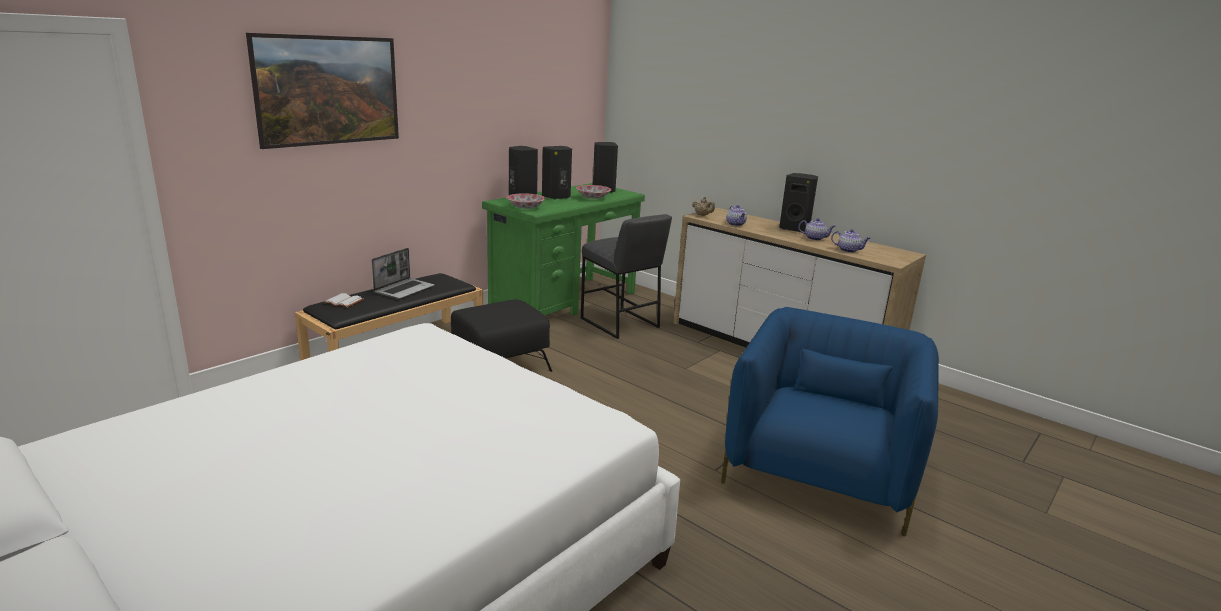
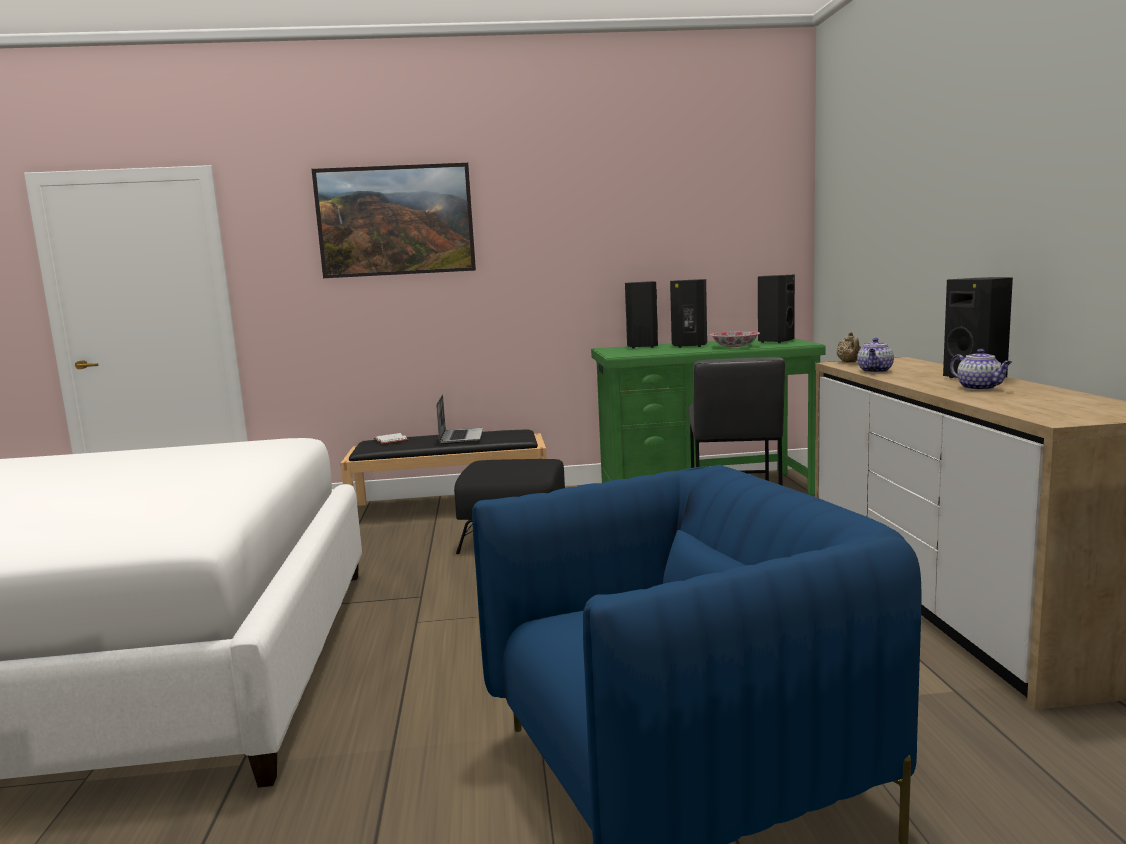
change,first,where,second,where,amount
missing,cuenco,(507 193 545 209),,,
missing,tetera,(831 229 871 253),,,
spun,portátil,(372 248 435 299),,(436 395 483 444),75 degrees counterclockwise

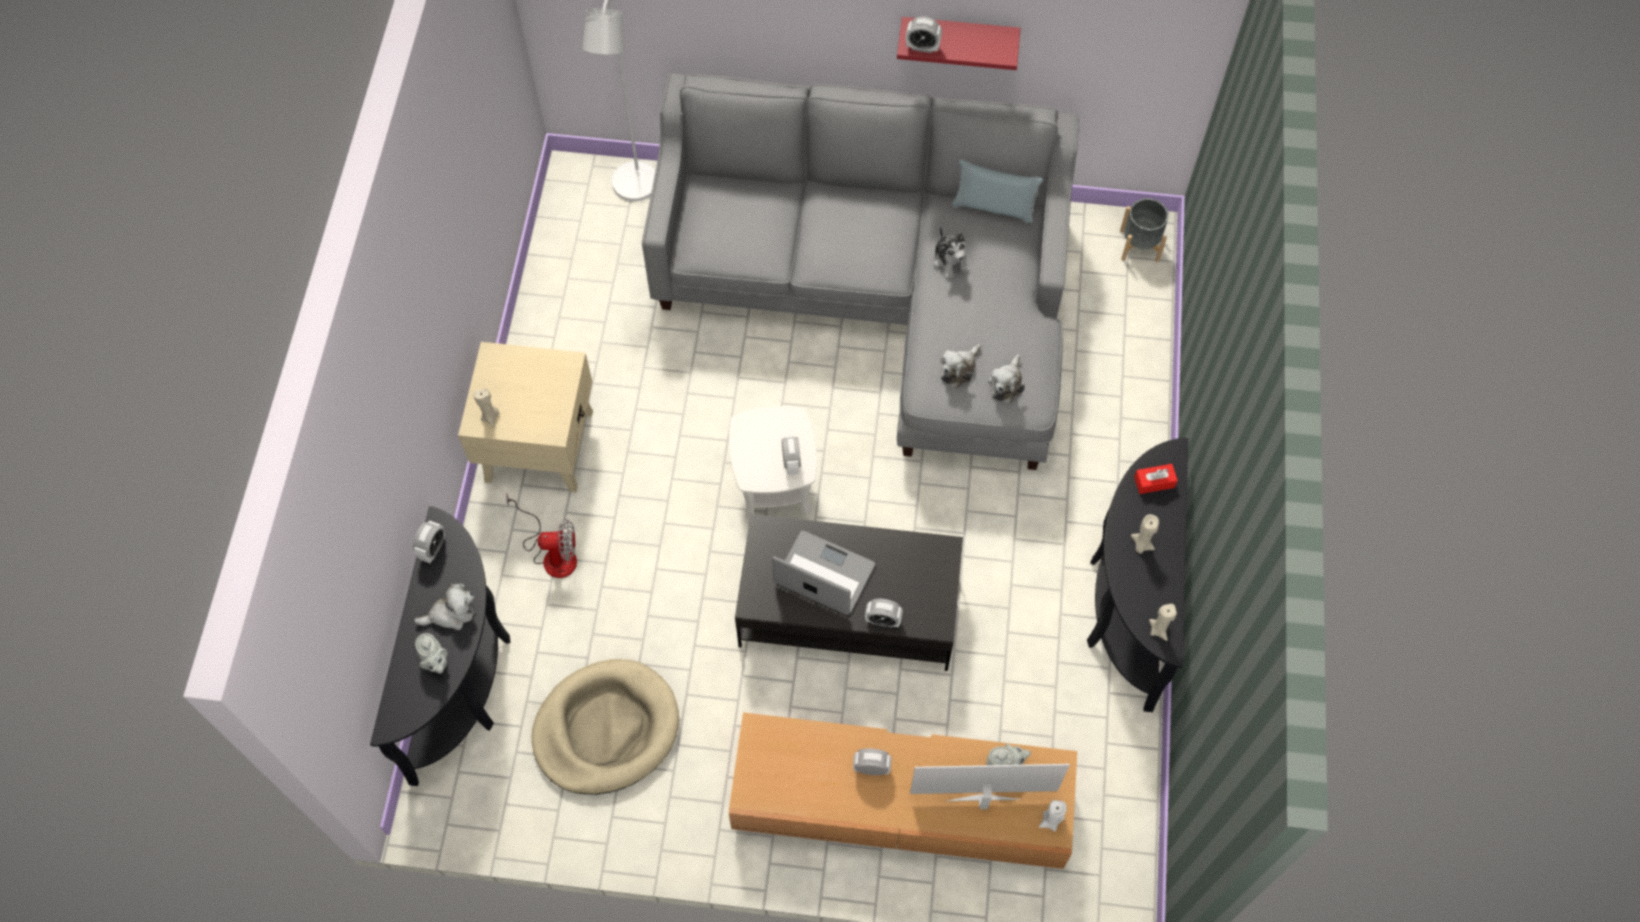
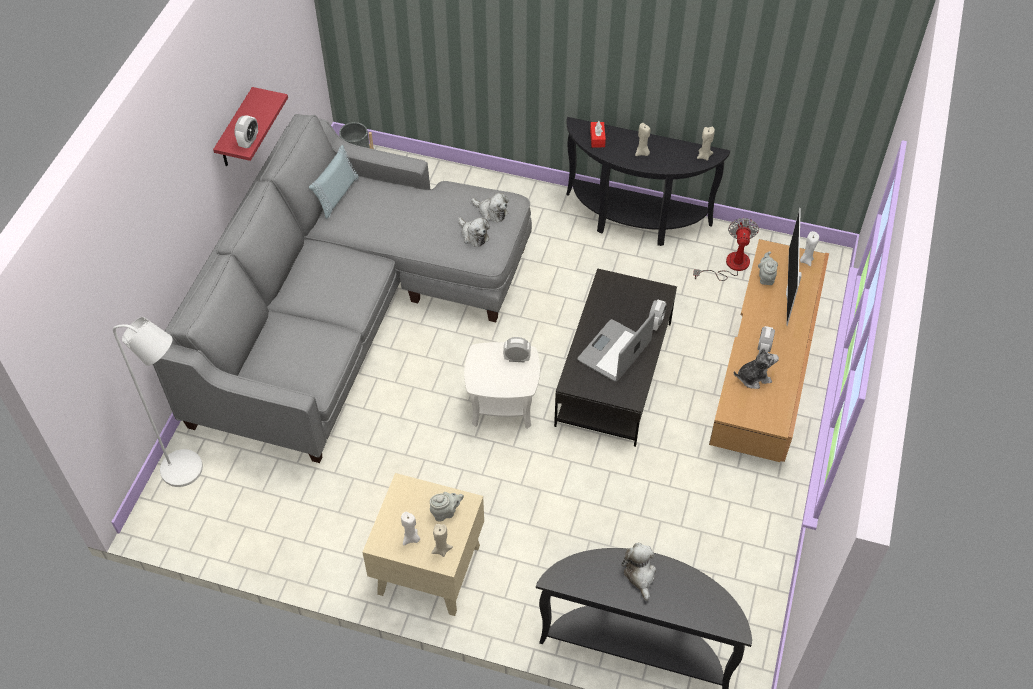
change,first,where,second,where,amount
relocated,peluche,(933 226 970 279),,(734 348 779 389),
relocated,ventilador,(506 494 577 578),,(693 218 759 281),
missing,despertador,(413 521 445 563),,,
relocated,tetera (gris),(415 633 448 674),,(430 492 464 522),
missing,cama para perro (beis),(531 659 679 795),,,
appeared,,,vela (blanco),(401 512 420 546),

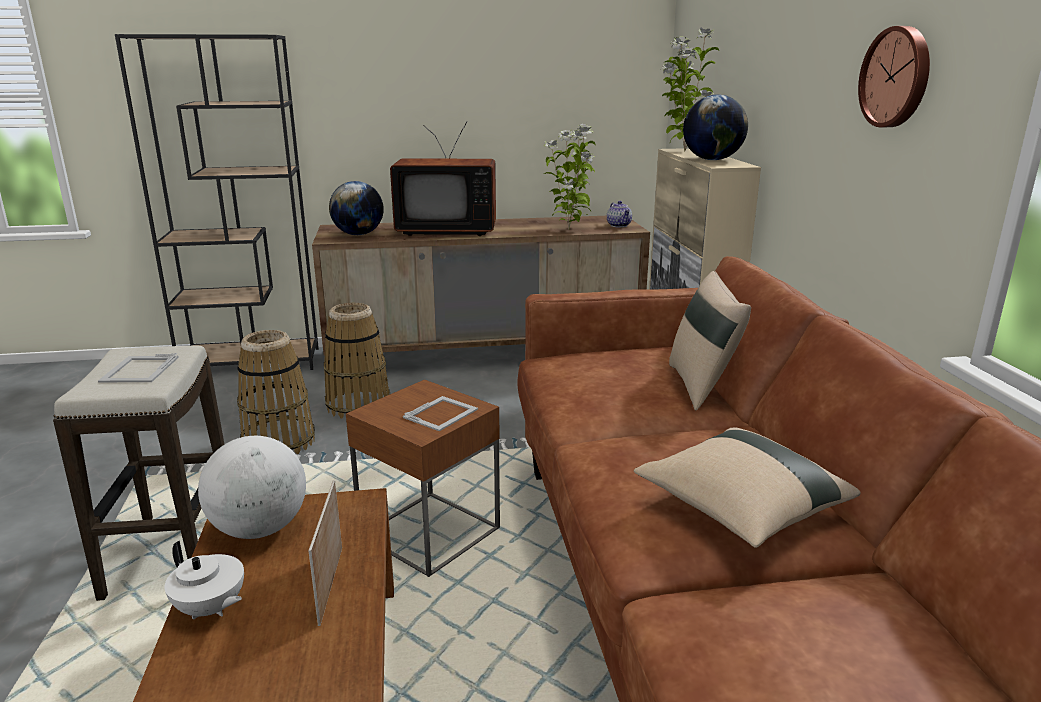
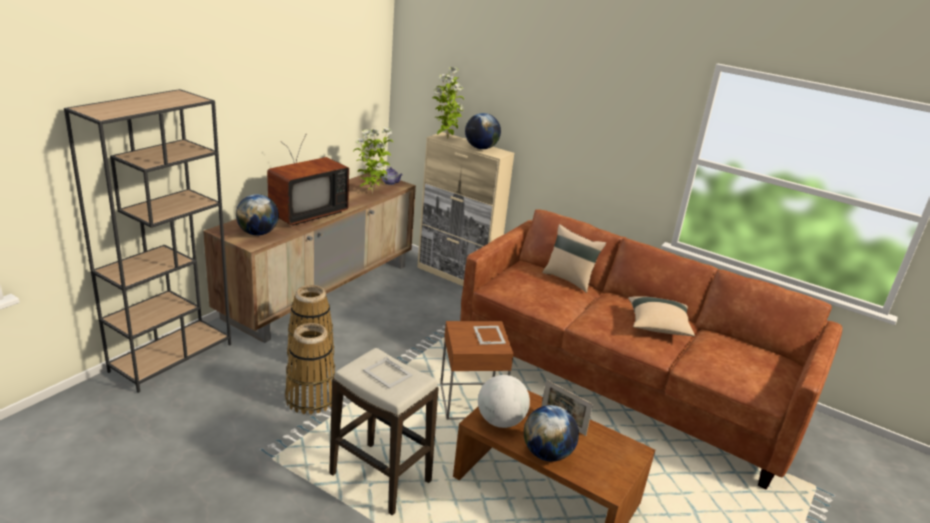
change,first,where,second,where,amount
missing,reloj de pared,(858 26 930 127),,,
exchanged,tetera (blanco),(164 540 244 620),globo terráqueo,(524 405 579 462),

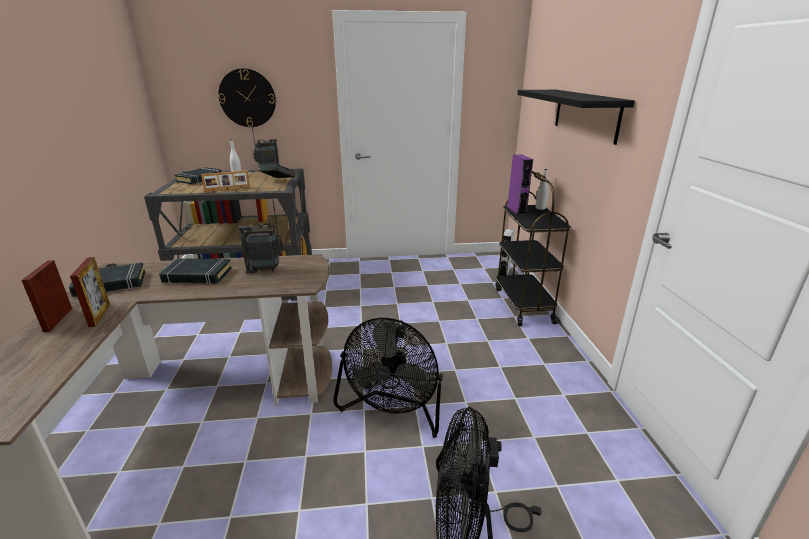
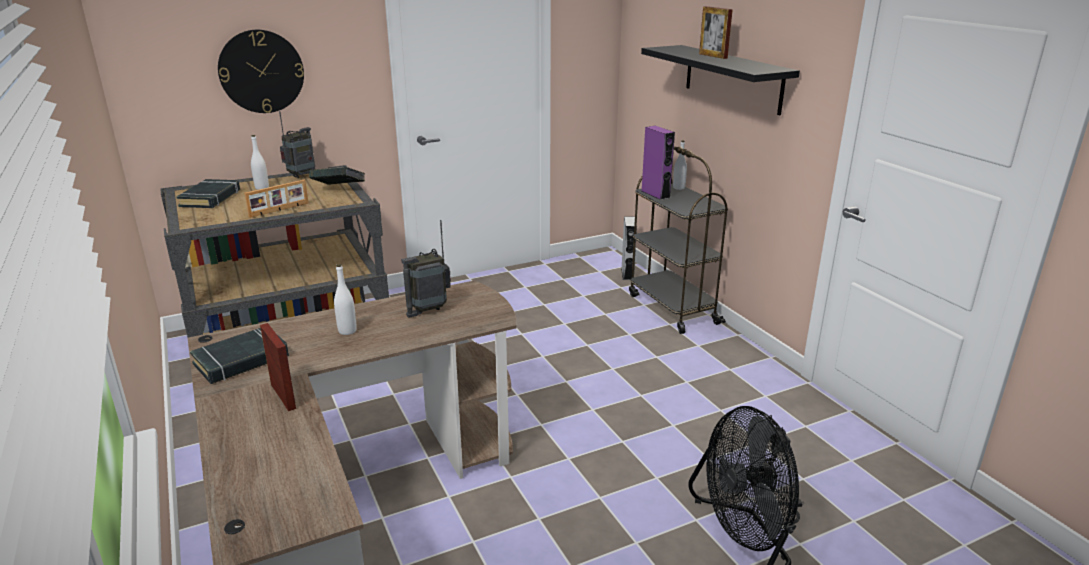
change,first,where,second,where,amount
exchanged,libro (negro),(159 258 232 284),botella (blanco),(334 264 357 335),
relocated,portarretratos,(21 260 72 332),,(699 6 733 59),
missing,ventilador (negro),(333 317 443 438),,,

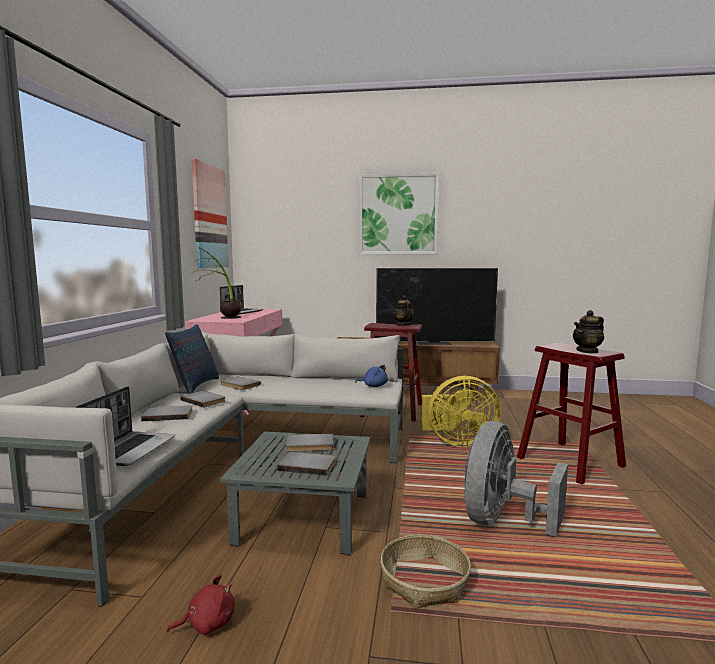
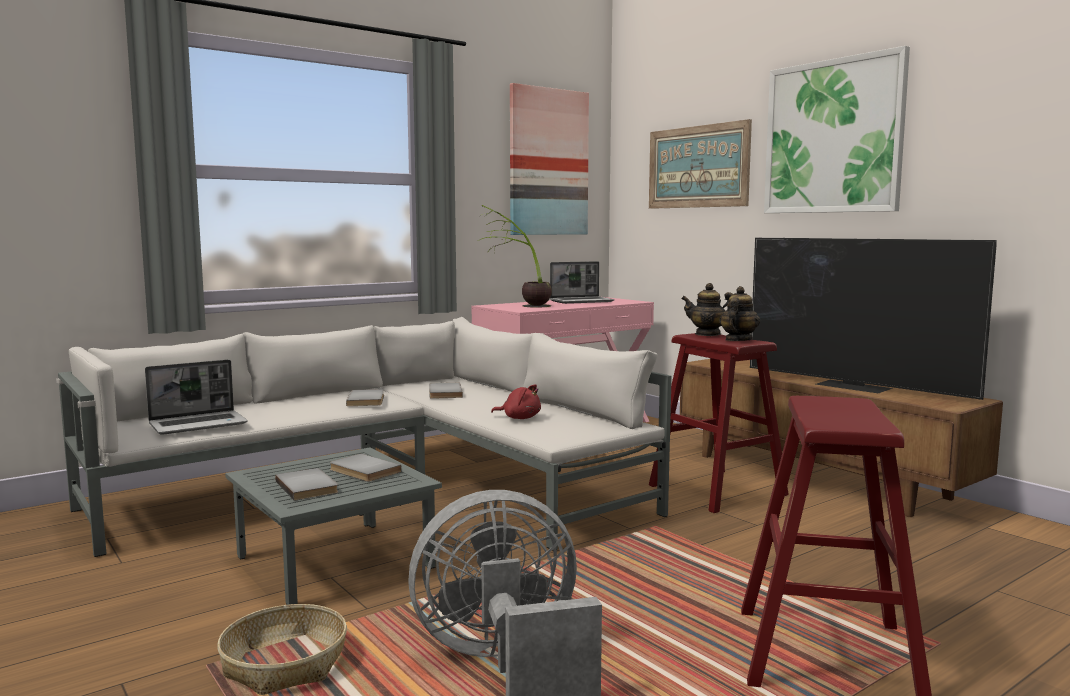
change,first,where,second,where,amount
relocated,tetera,(573 310 604 353),,(681 283 733 336),
missing,cojín (azul),(165 324 219 394),,,
missing,peluche (azul),(355 365 388 387),,,
missing,ventilador (amarillo),(422 376 500 447),,,
missing,libro (gris),(141 405 193 421),,,
relocated,peluche (rojo),(167 574 235 635),,(491 384 541 419),
appeared,,,cuadro,(649 119 752 209),

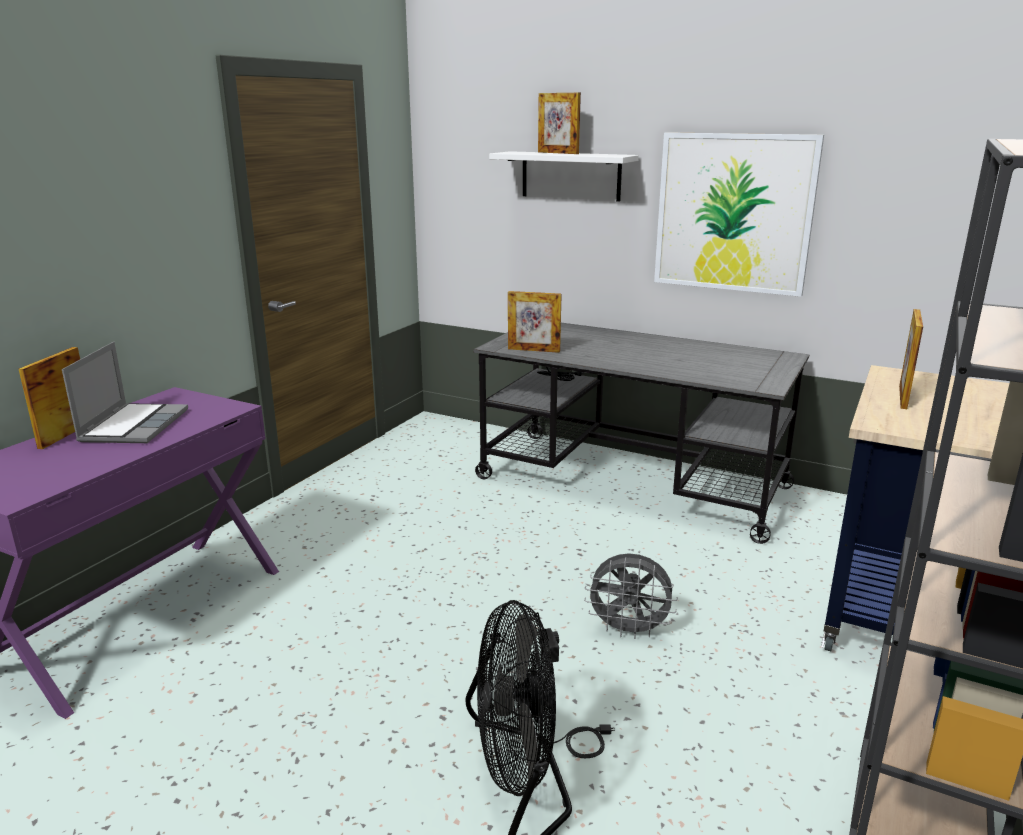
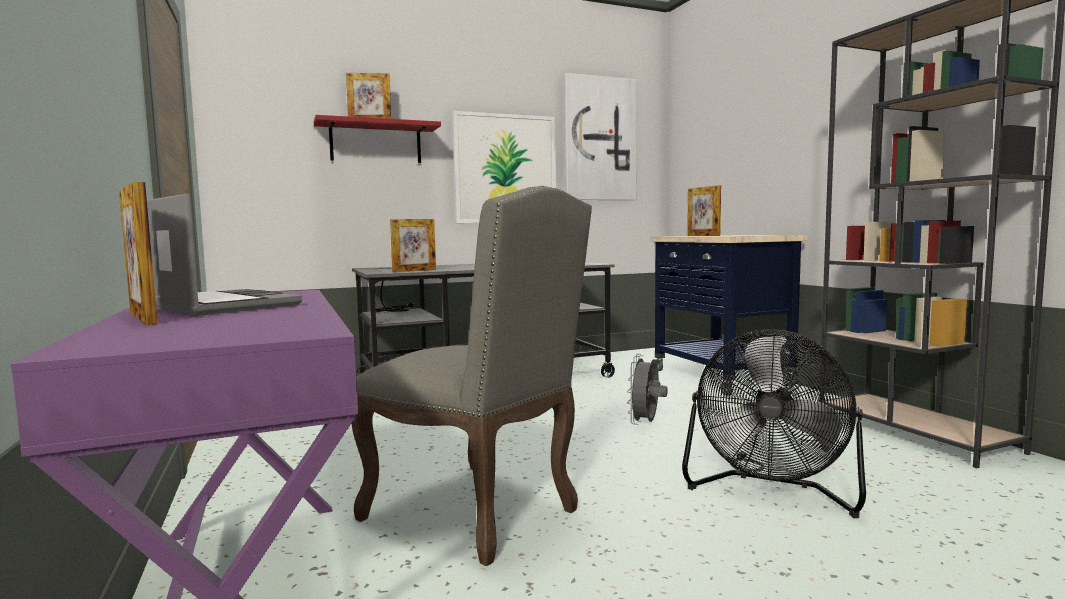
change,first,where,second,where,amount
colour,estante (blanco),(489 151 639 202),estante (rojo),(314 115 441 163),
spun,ventilador (gris),(584 553 678 639),,(627 354 668 425),150 degrees clockwise
appeared,,,cuadro,(564 73 637 200),
appeared,,,silla (gris),(351 186 592 566),

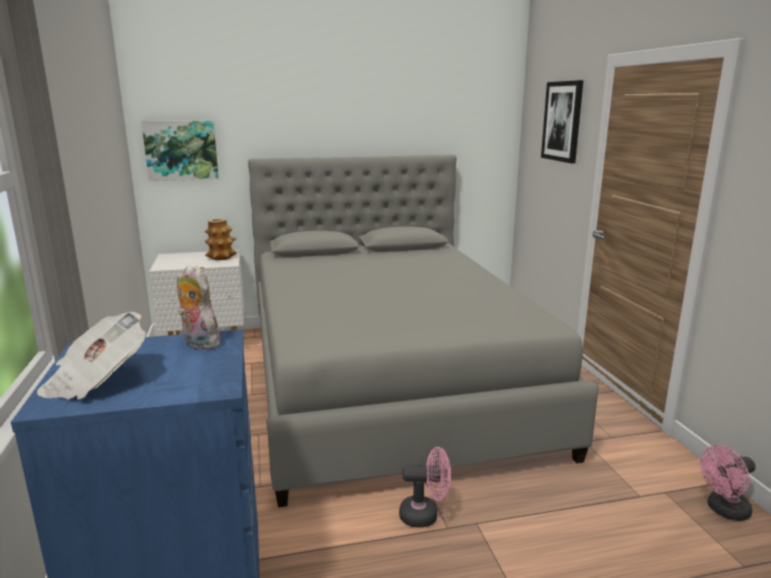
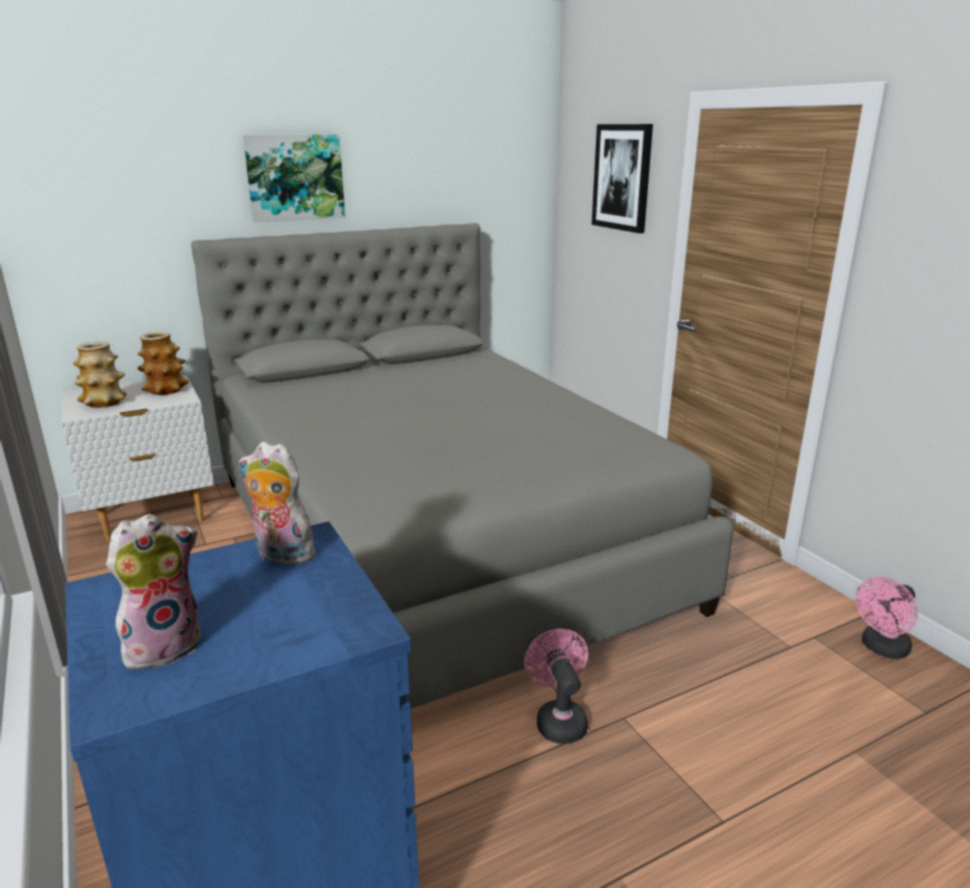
change,first,where,second,where,amount
relocated,cuadro,(141 121 219 181),,(243 134 345 222),
exchanged,periódico,(37 312 146 400),peluche,(106 514 201 673),
spun,ventilador (rosa),(399 447 451 528),,(524 629 588 744),90 degrees counterclockwise
appeared,,,florero,(73 341 127 408),

